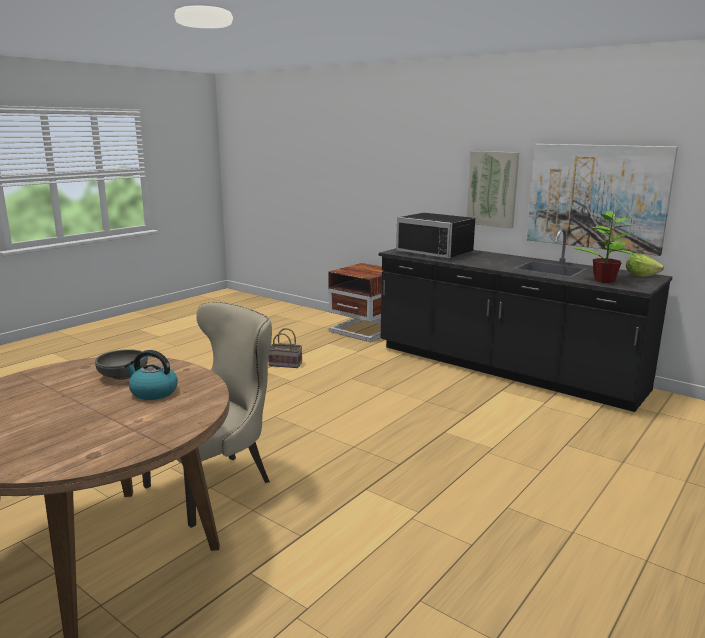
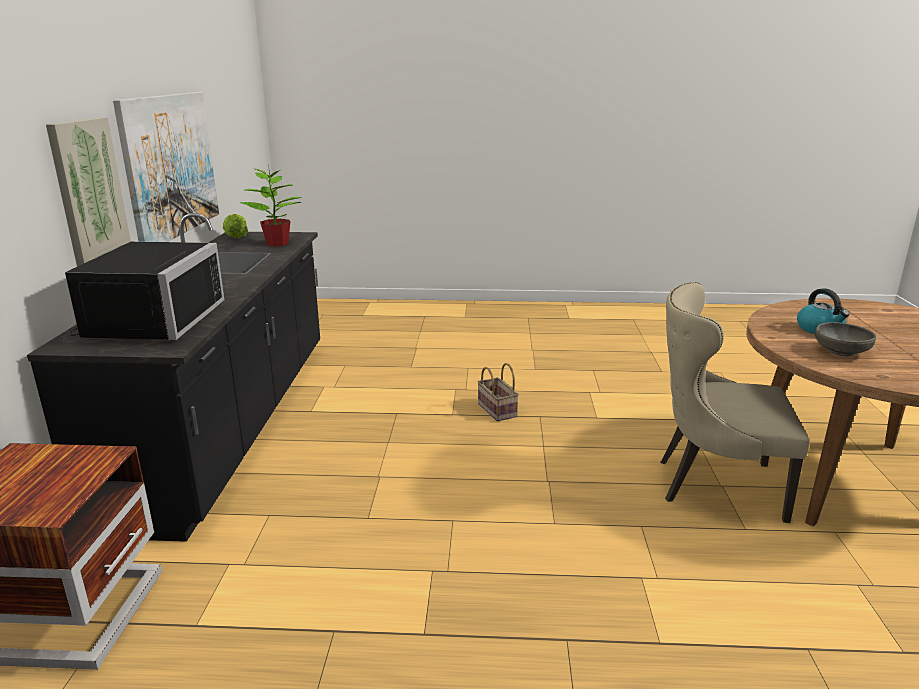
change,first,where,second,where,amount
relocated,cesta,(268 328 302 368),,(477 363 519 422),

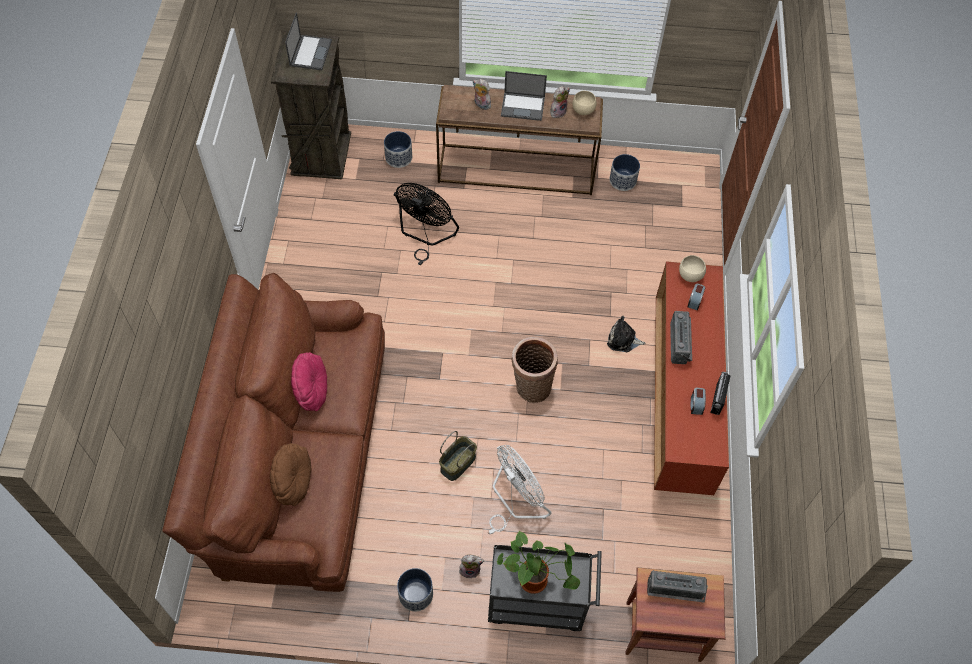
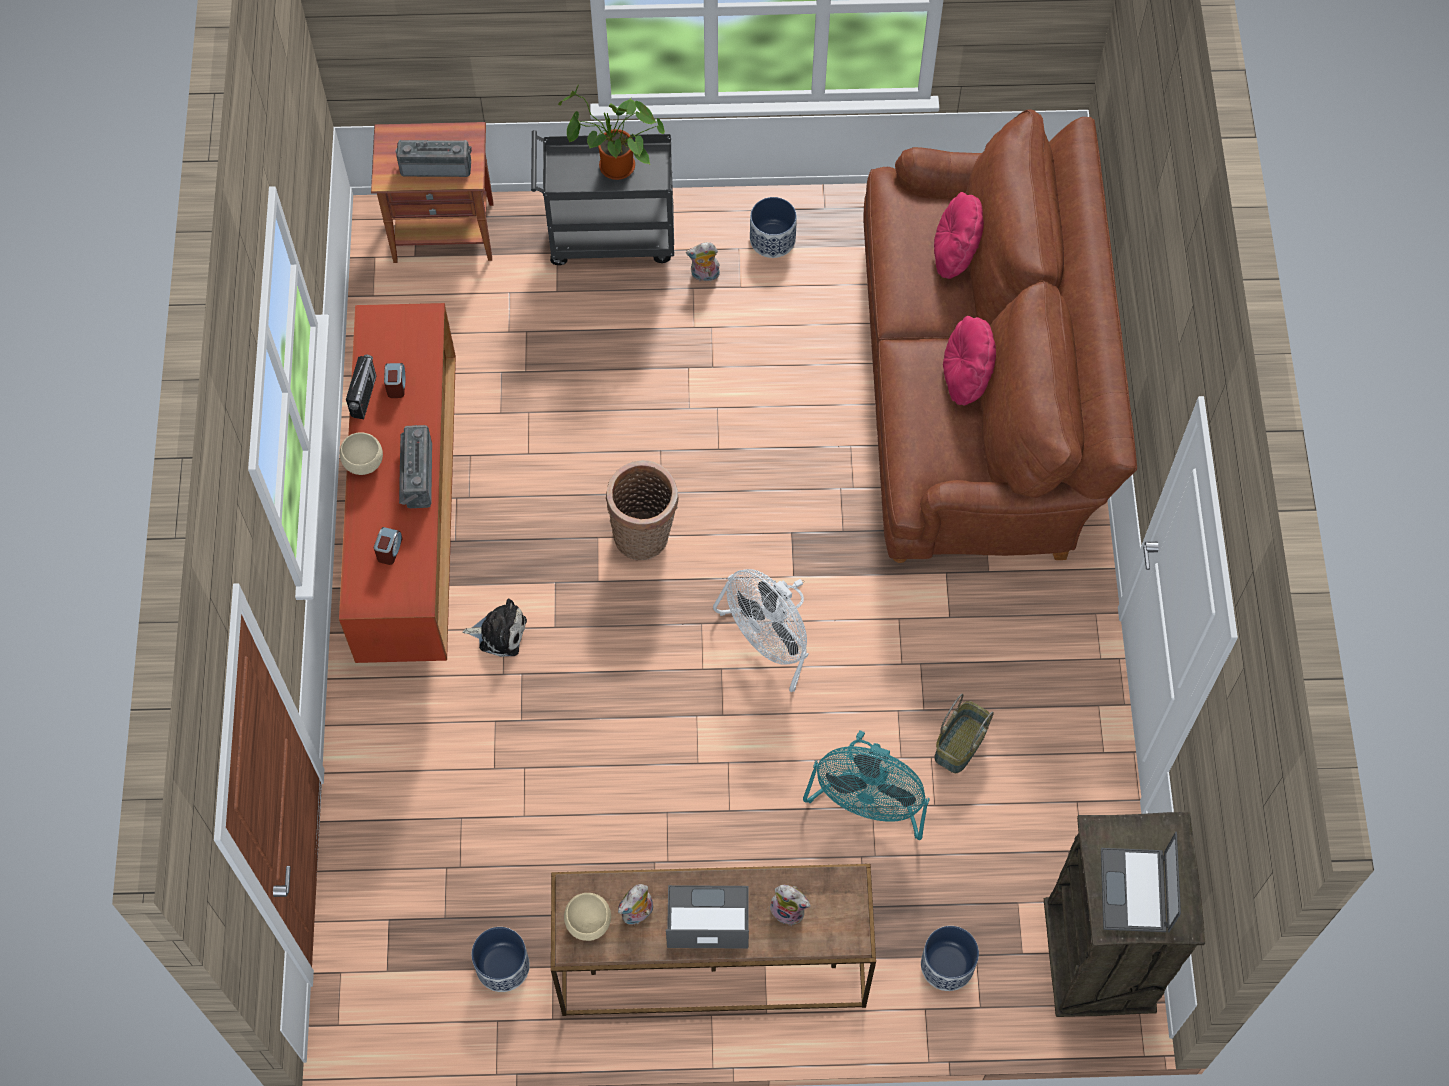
change,first,where,second,where,amount
colour,ventilador (negro),(393 183 459 266),ventilador (turquesa),(803 730 930 840),
relocated,cuenco (beis),(679 255 706 282),,(340 432 383 475),
relocated,cesta,(439 431 477 481),,(935 693 994 773),
colour,cojín (marrón),(270 443 311 506),cojín (rosa),(934 192 984 279),
relocated,ventilador (blanco),(487 445 552 534),,(713 569 809 692),

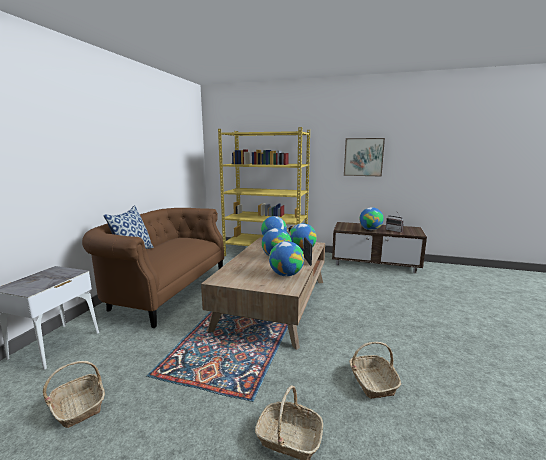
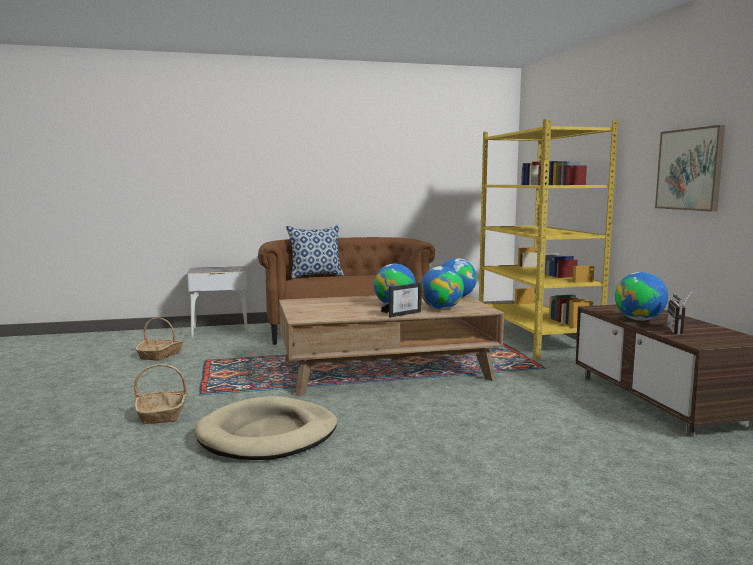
change,first,where,second,where,amount
missing,globo terráqueo,(269 241 304 276),,,
exchanged,cesta,(349 342 401 399),cama para perro (beis),(195 396 337 460),

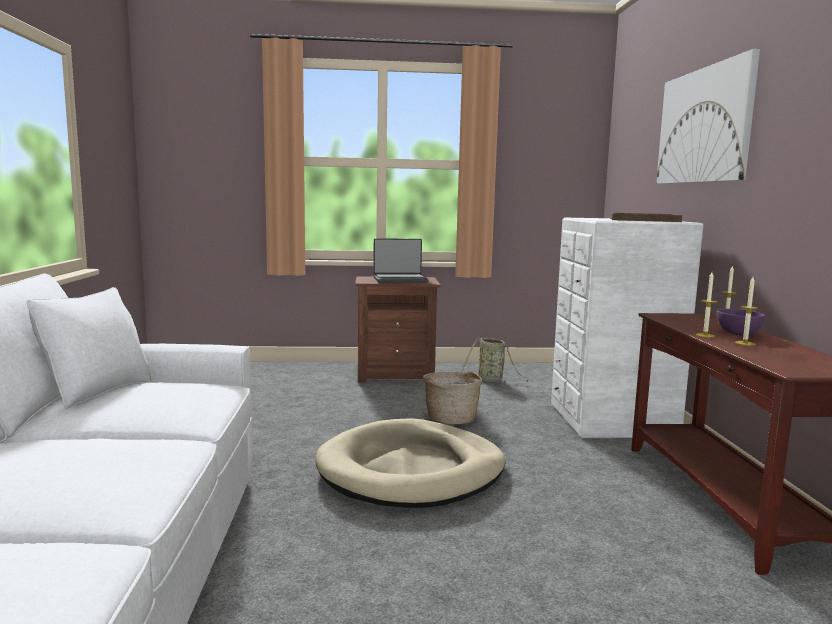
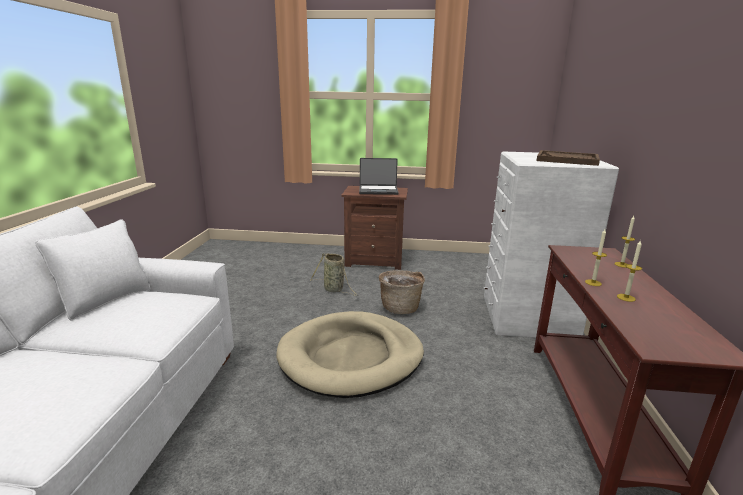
change,first,where,second,where,amount
missing,cuadro,(656 49 760 184),,,
missing,cuenco (morado),(716 309 765 336),,,
relocated,cesta,(462 338 528 383),,(310 253 359 296),

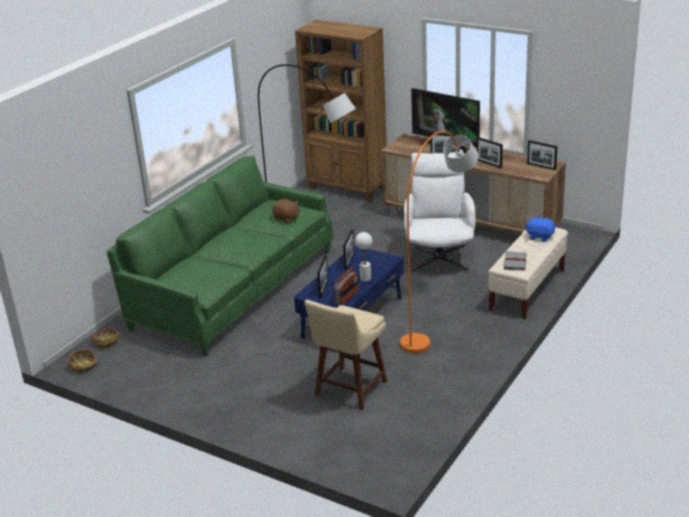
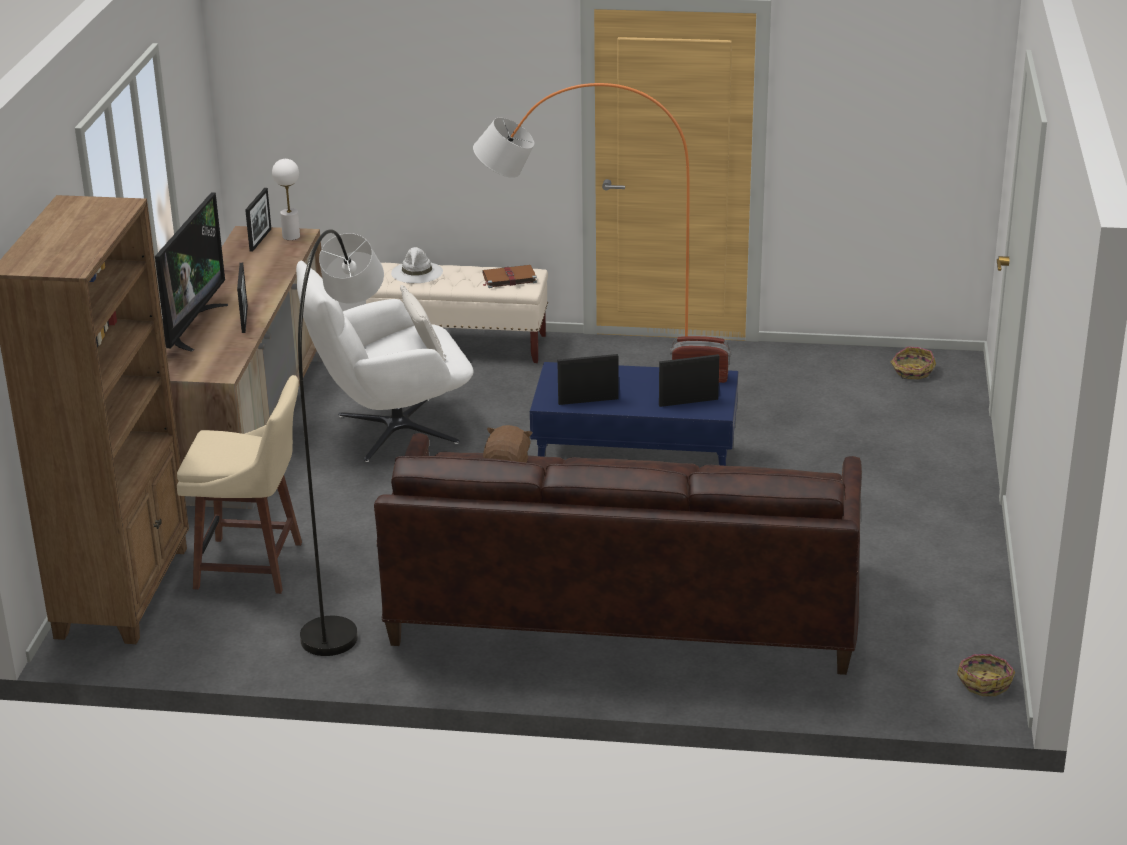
change,first,where,second,where,amount
missing,portarretratos,(477 137 503 168),,,
colour,sofá (verde),(107 156 334 356),sofá (marrón),(374 433 862 675),
exchanged,peluche (azul),(525 216 555 242),sombrero (blanco),(391 247 443 283),
relocated,lámpara de mesa (blanco),(355 232 372 282),,(272 159 300 240),
colour,libro (gris),(504 251 527 271),libro (marrón),(482 265 537 288),
relocated,taburete (beis),(304 300 388 410),,(177 375 302 594),
relocated,cesta,(91 328 120 348),,(891 346 936 380),
appeared,,,cojín (blanco),(400 285 447 361),

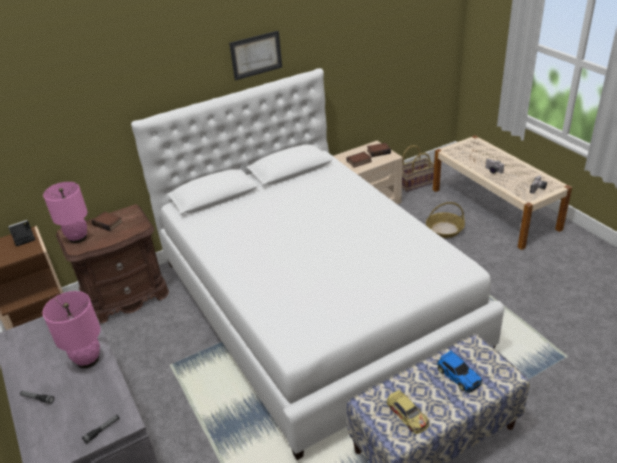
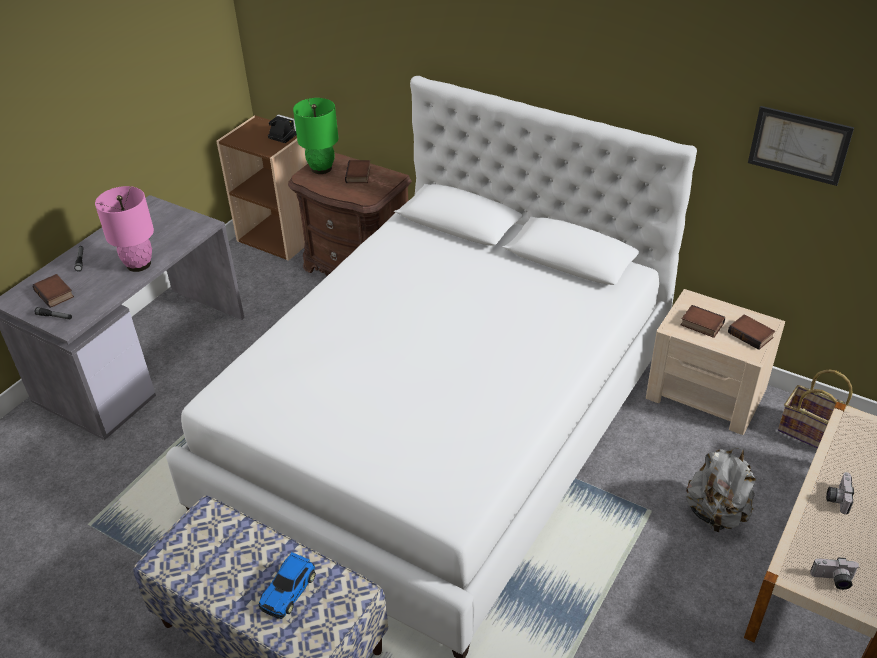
change,first,where,second,where,amount
relocated,cuadro,(229 31 282 81),,(748 106 854 186),
colour,lámpara de mesa (rosa),(43 182 88 243),lámpara de mesa (verde),(293 98 338 174),
exchanged,cesta,(426 202 465 238),mochila (gris),(686 447 756 532),
missing,coche de juguete,(387 390 429 434),,,
appeared,,,libro,(33 274 74 308),

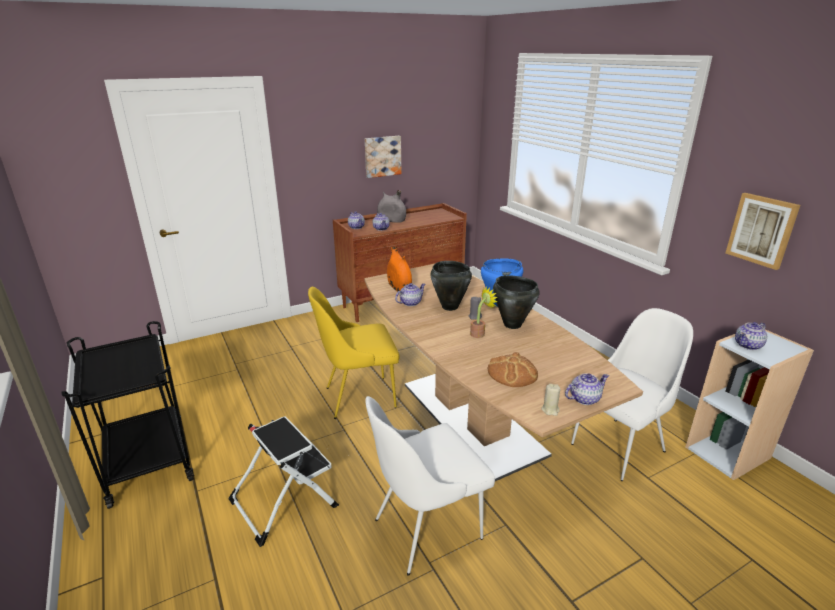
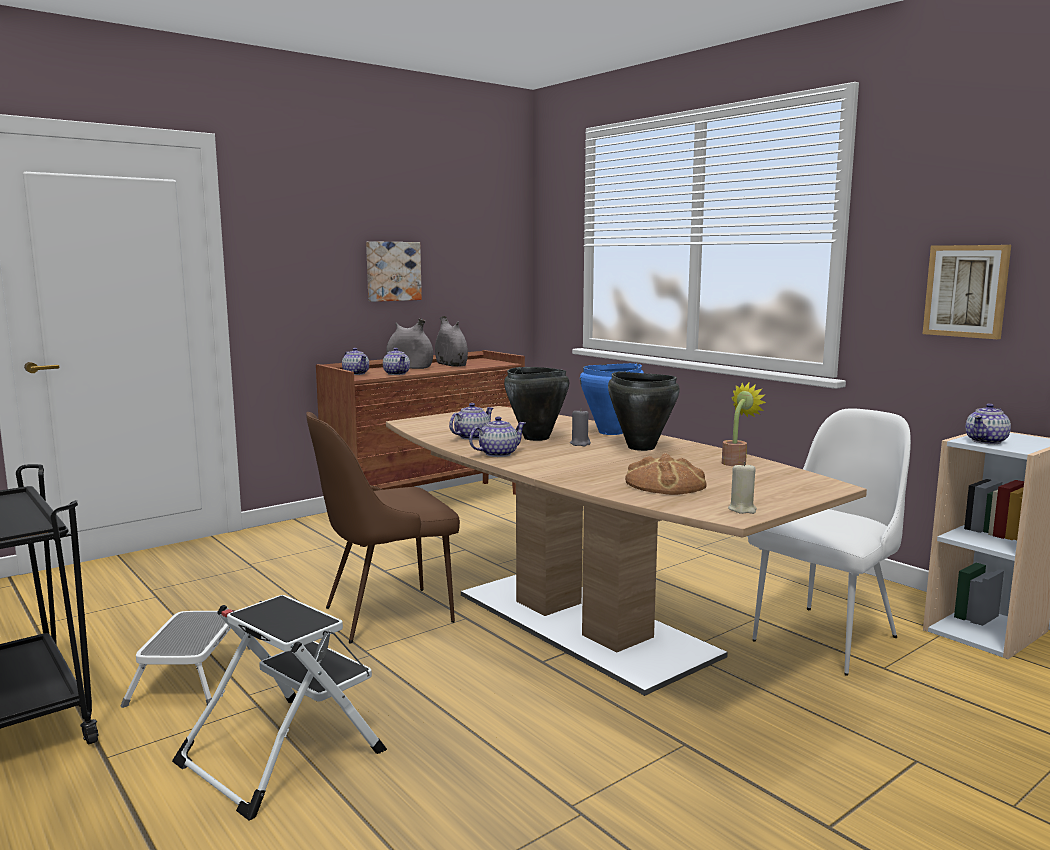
change,first,where,second,where,amount
missing,florero (naranja),(387 247 412 292),,,
colour,silla (amarillo),(308 287 399 419),silla (marrón),(306 412 460 643),
relocated,planta en maceta,(470 287 498 338),,(722 382 766 466),
relocated,tetera,(565 373 609 405),,(469 416 526 457),
missing,silla (blanco),(366 396 495 576),,,
appeared,,,florero (gris),(435 316 468 367),
appeared,,,escalera de tijera (gris),(121 611 250 708),

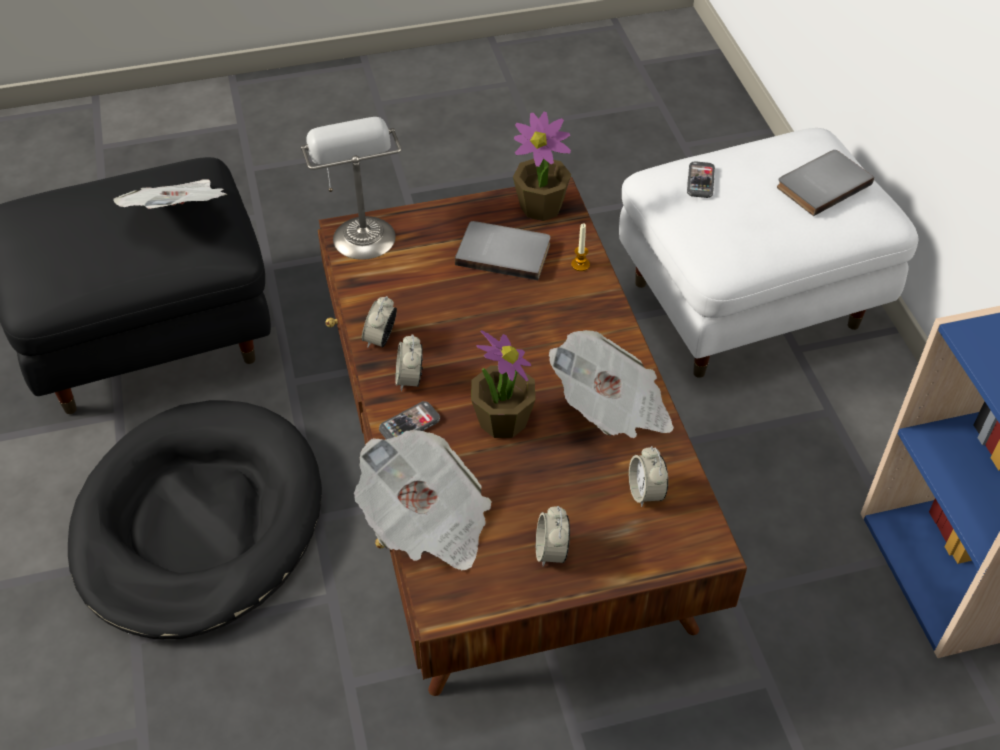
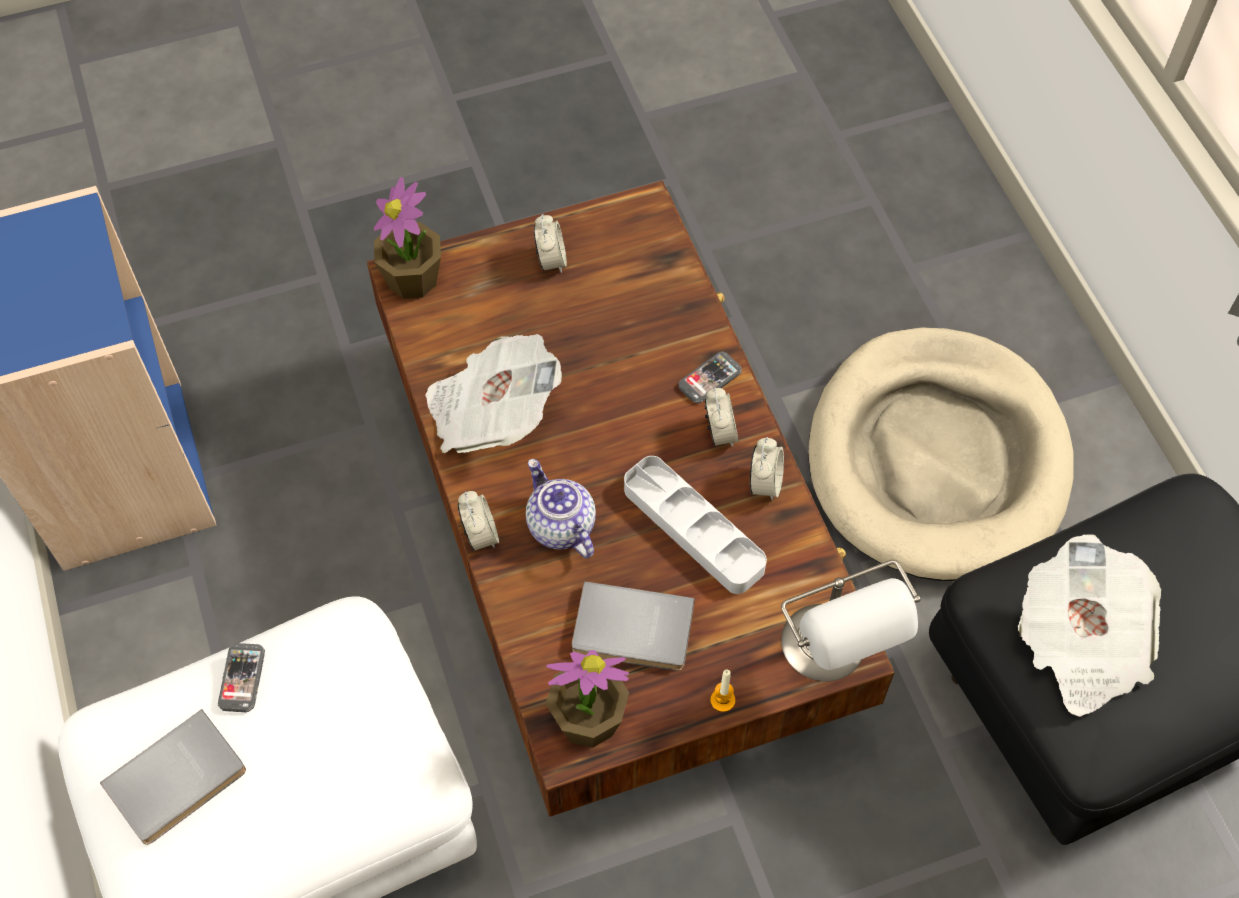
change,first,where,second,where,amount
relocated,móvil,(687 161 715 198),,(218 643 265 712),
relocated,vela,(571 223 590 271),,(710 670 735 712),
relocated,planta en maceta,(471 330 535 438),,(374 177 441 299),
colour,cama para perro (negro),(68 400 322 639),cama para perro (beis),(808 327 1074 581),
missing,periódico,(354 430 492 570),,,
relocated,despertador,(629 446 668 507),,(457 491 499 551),
appeared,,,bandeja (gris),(624 456 767 594),
appeared,,,tetera,(526 459 596 559),

